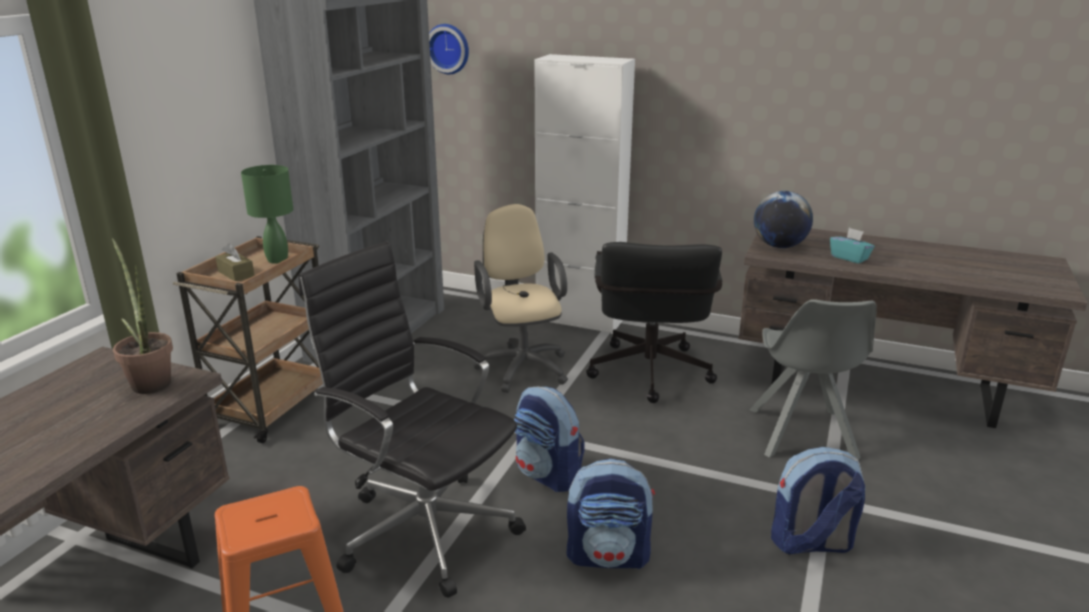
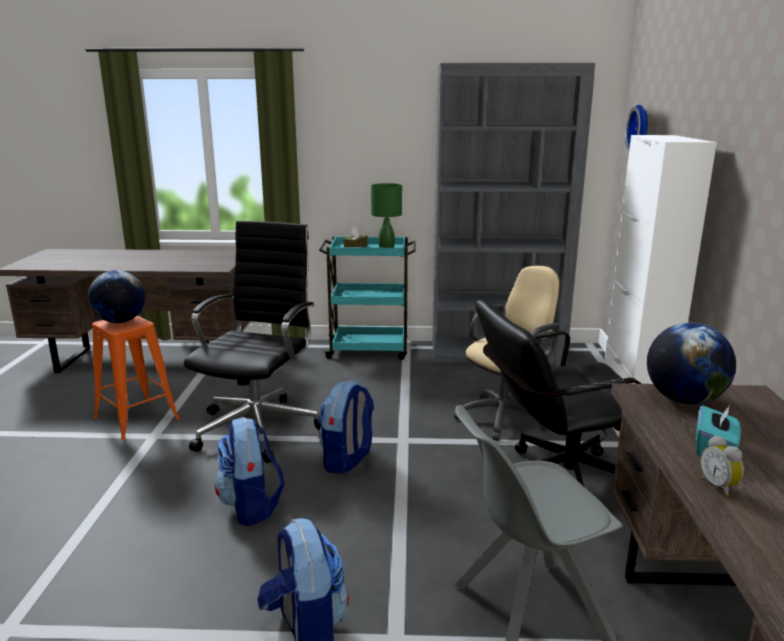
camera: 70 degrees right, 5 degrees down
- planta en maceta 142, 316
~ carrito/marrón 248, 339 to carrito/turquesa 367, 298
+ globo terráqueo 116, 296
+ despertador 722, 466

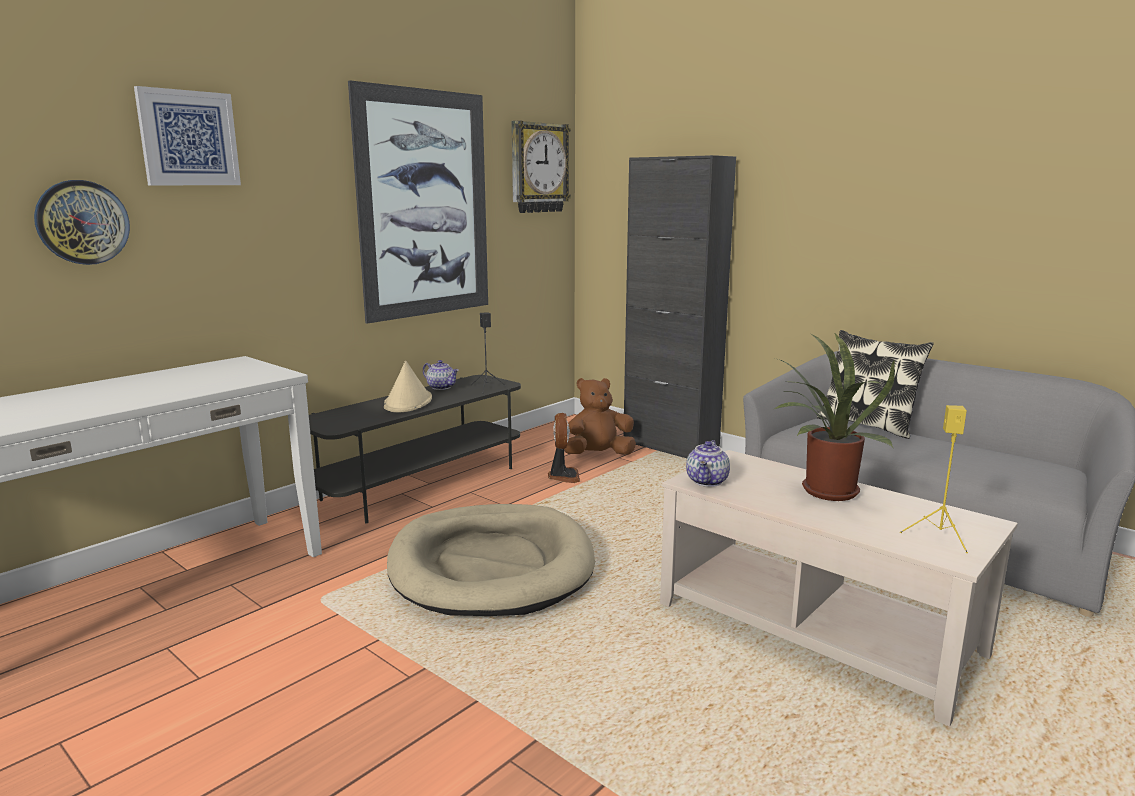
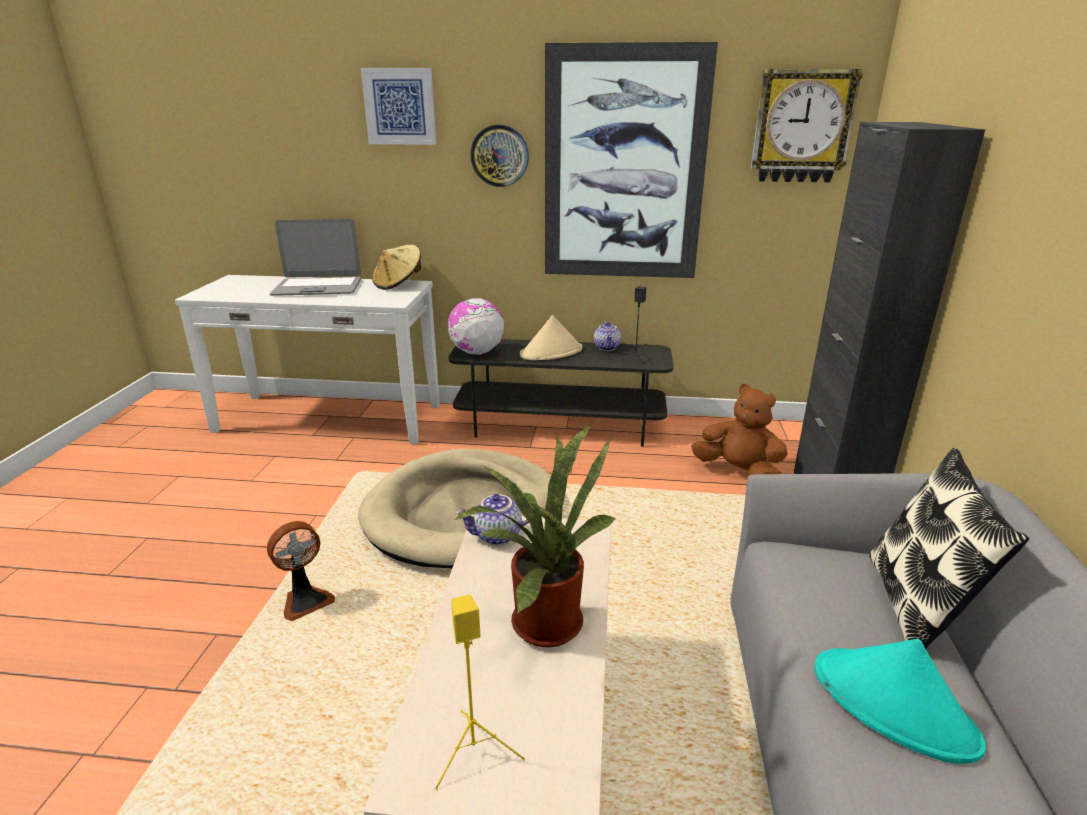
camera: 55 degrees right, 10 degrees up
~ reloj de pared 82, 222 to 499, 156
~ ventilador 564, 448 to 301, 571
+ portátil 315, 257
+ sombrero/beis 396, 267
+ globo terráqueo 475, 326
+ sombrero/turquesa 900, 701

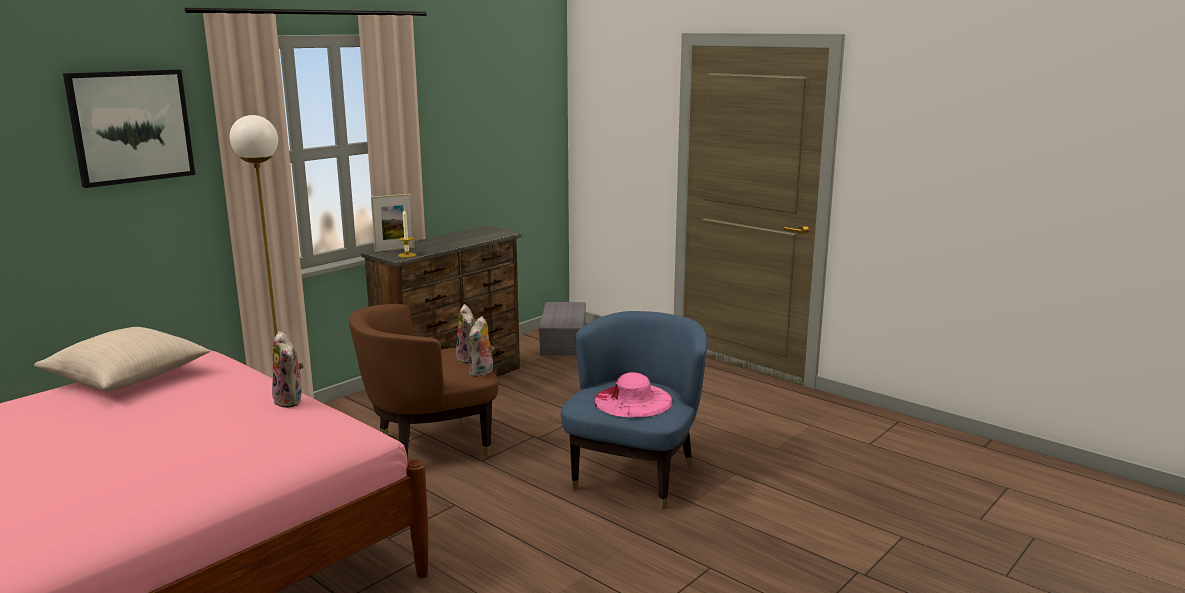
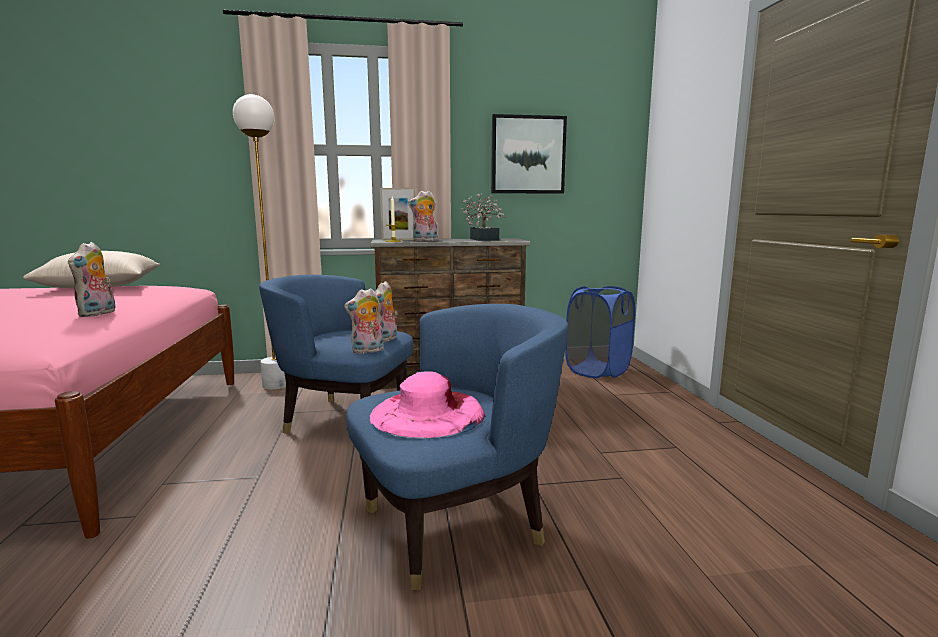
camera: 40 degrees right, 5 degrees down
~ cuadro 129, 128 to 529, 154
~ sillón/marrón 424, 380 to sillón/azul 336, 354
~ caja de almacenaje/gris 562, 329 to cesto de la ropa/azul 600, 332
+ peluche 423, 216
+ planta en maceta 483, 217

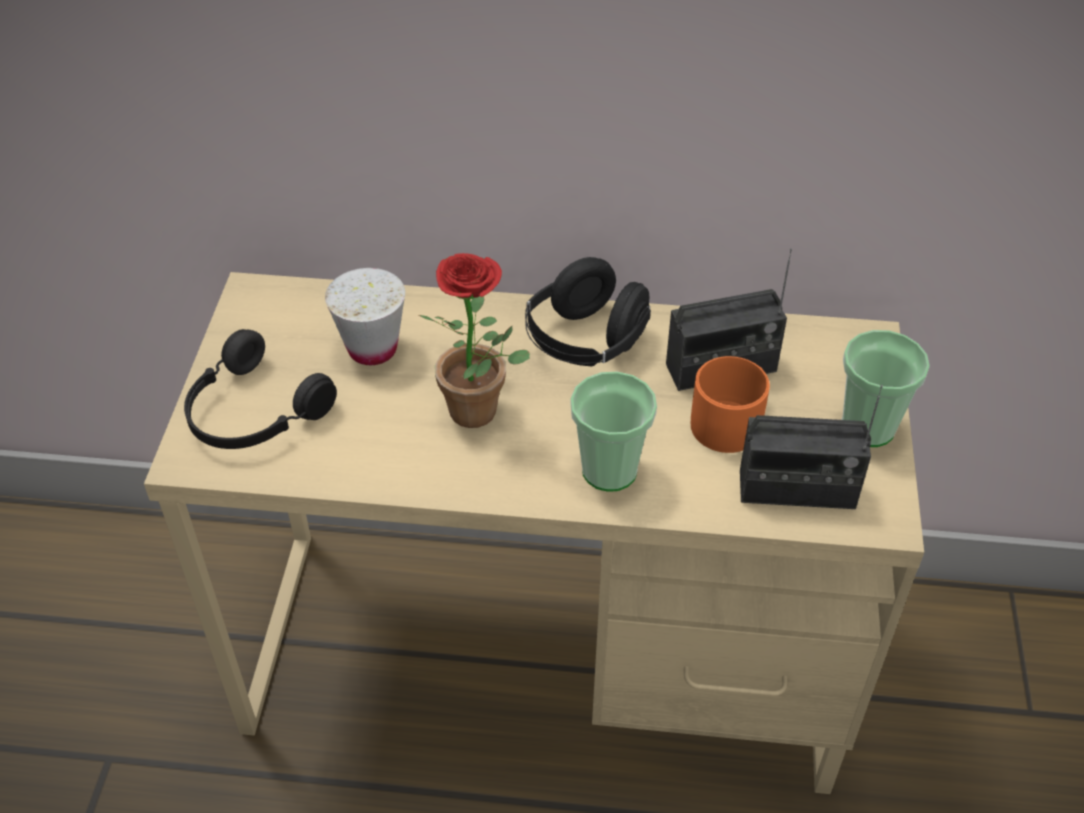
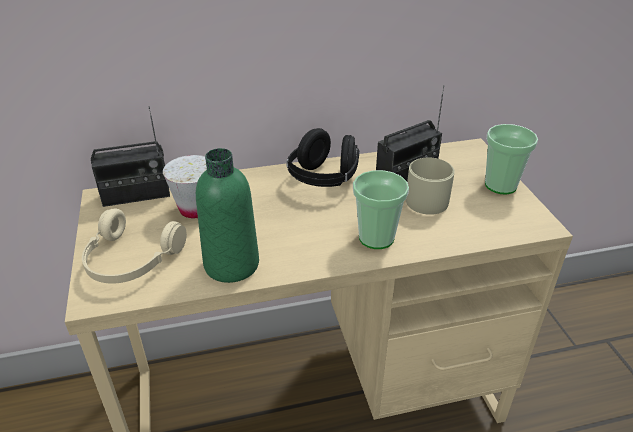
camera: 20 degrees left, 10 degrees down
~ auriculares/negro 260, 389 to auriculares/beis 134, 246
- planta en maceta 474, 340
~ taza grande/naranja 730, 404 to taza grande/beis 430, 186
~ radio 811, 447 to 130, 157
+ botella/verde 227, 215

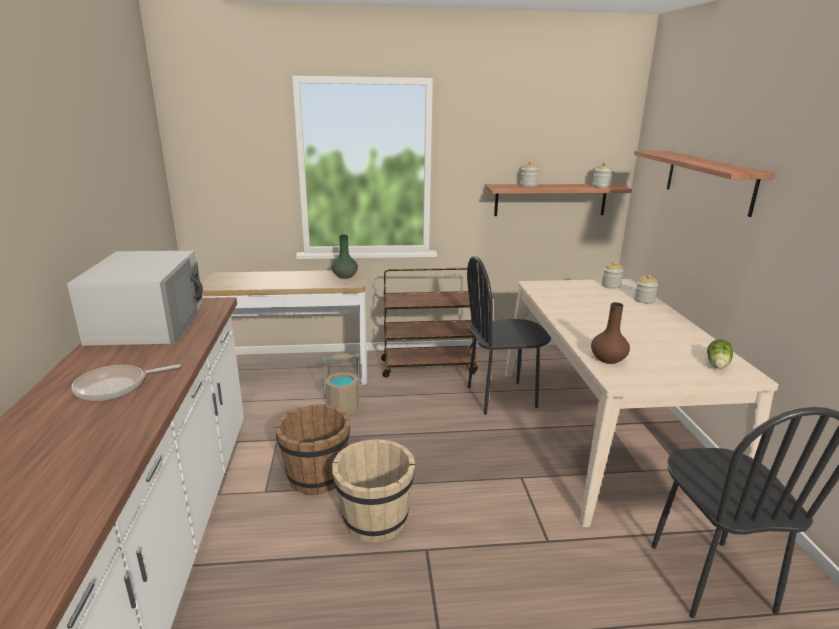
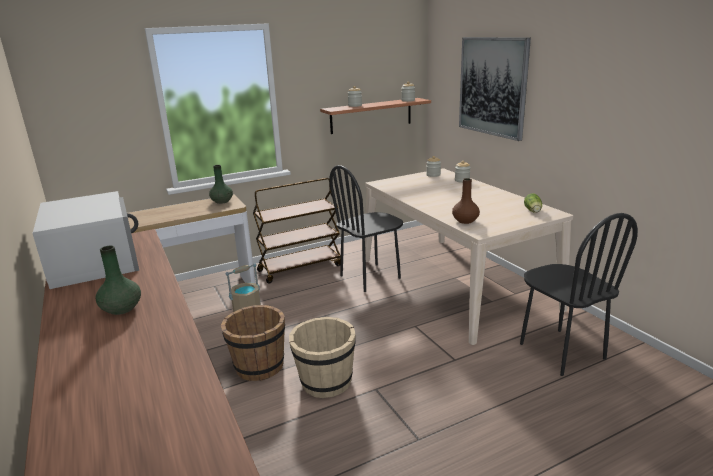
camera: 20 degrees left, 0 degrees up
~ sartén 126, 382 to florero/verde 118, 280
~ estante 704, 184 to cuadro 495, 89

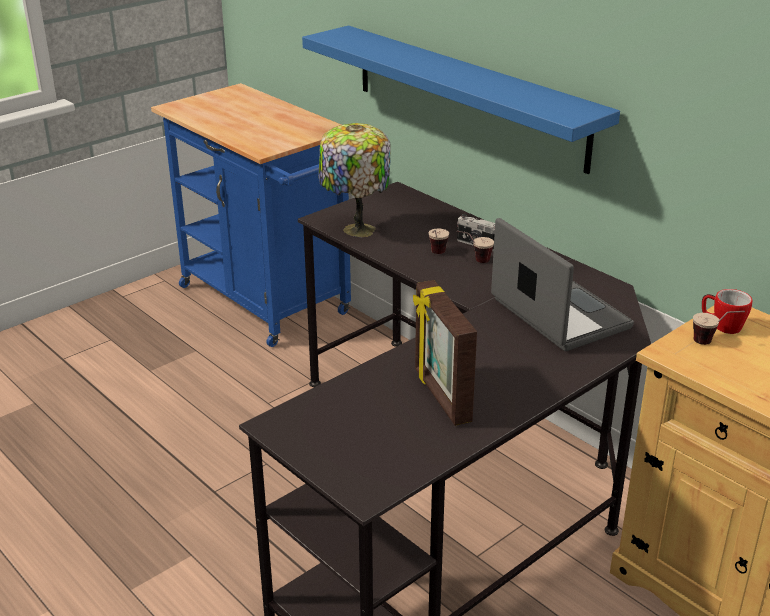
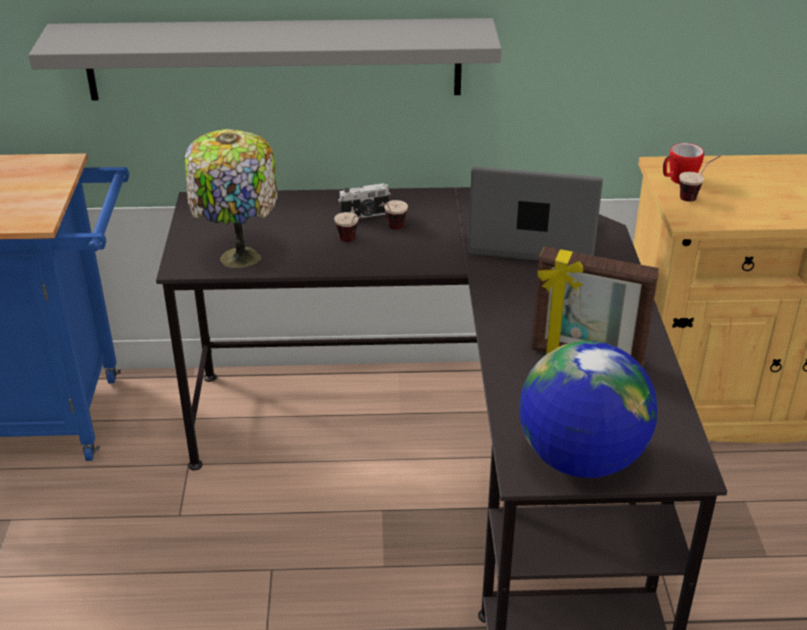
camera: 50 degrees left, 5 degrees up
~ estante/azul 461, 99 to estante/gris 265, 59
+ globo terráqueo 588, 409

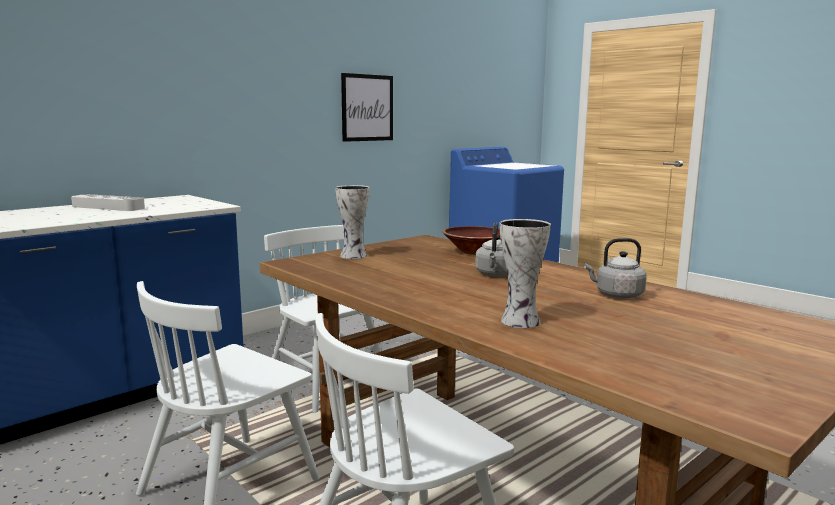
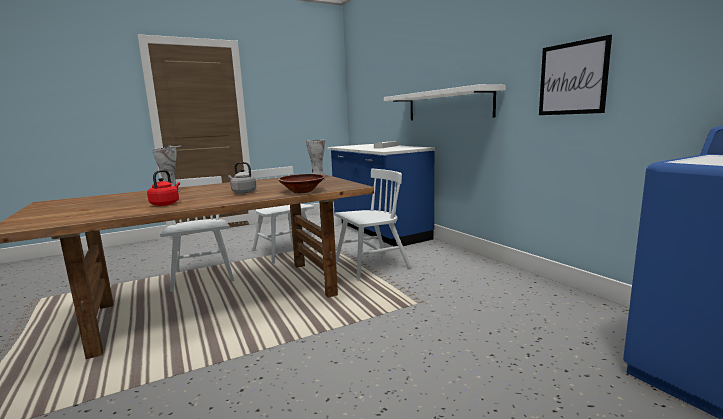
camera: 105 degrees right, 0 degrees up
~ hervidor/gris 615, 268 to hervidor/rojo 163, 188
+ estante/blanco 445, 102

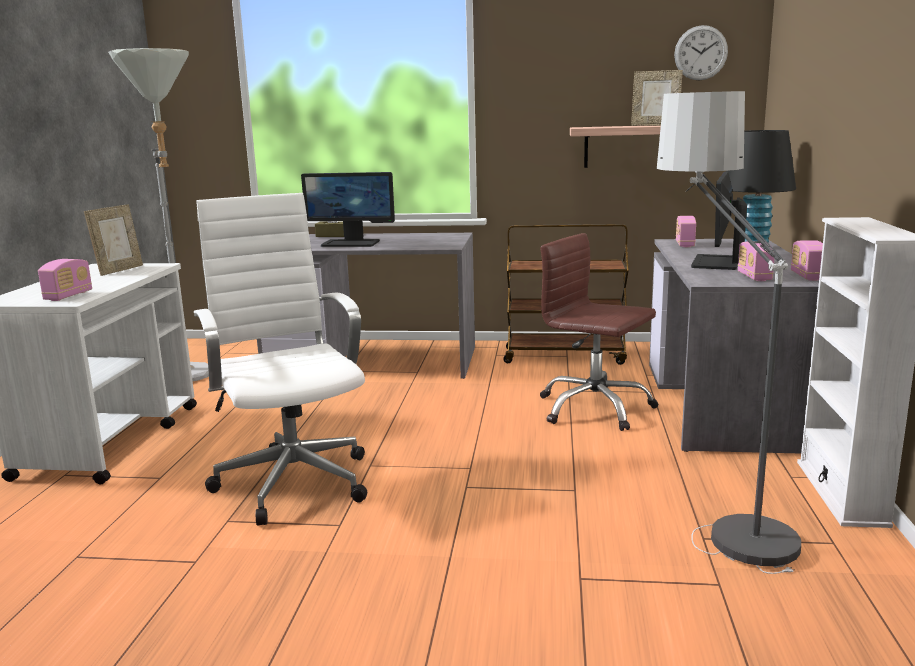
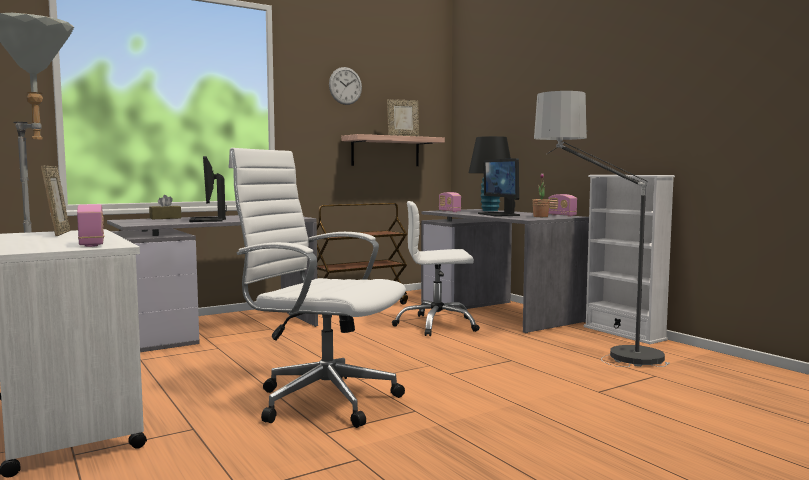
camera: 40 degrees left, 10 degrees down
~ monitor 348, 209 = 208, 189 105 degrees clockwise
~ silla de oficina/marrón 599, 332 to silla de oficina/blanco 436, 268
~ reloj de pared 701, 52 to 345, 86
~ radio 756, 261 to planta en maceta 541, 195

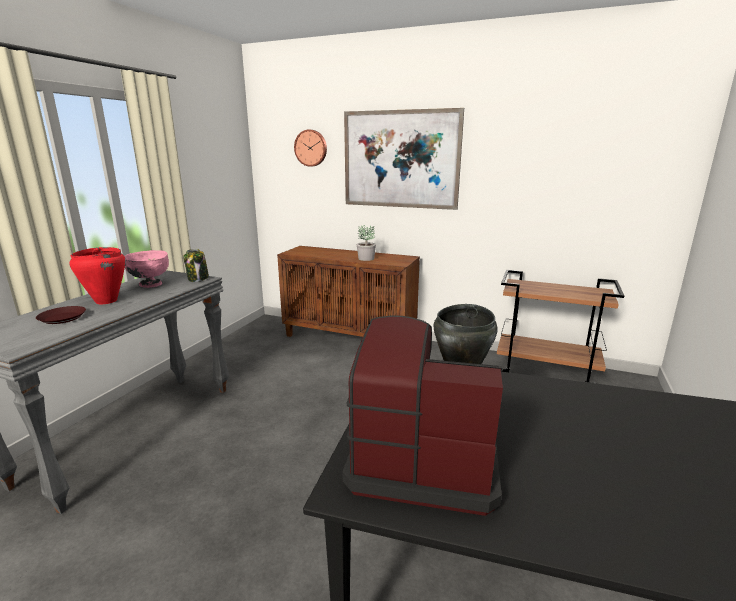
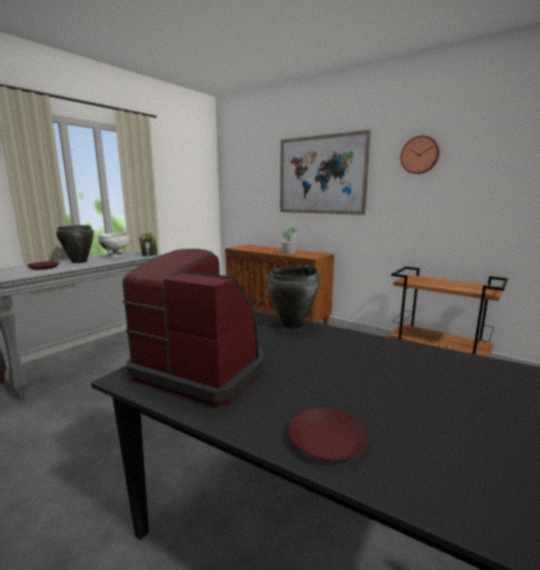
camera: 15 degrees right, 5 degrees down
~ olla/rojo 97, 275 to olla/negro 75, 244
~ cuenco/rosa 147, 269 to cuenco/blanco 114, 245
~ reloj de pared 310, 148 to 420, 154
+ plato/marrón 329, 434

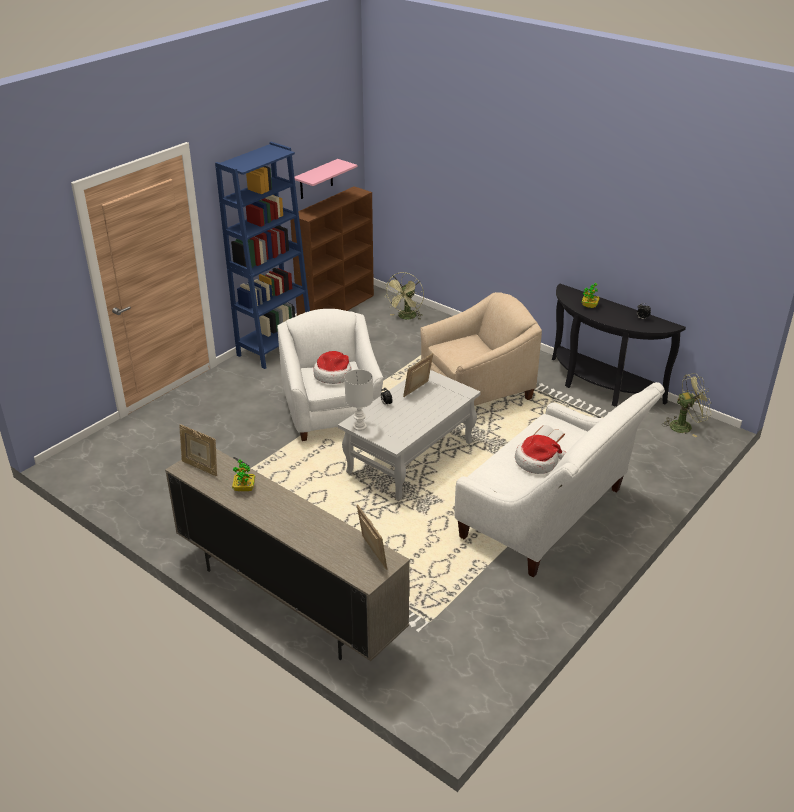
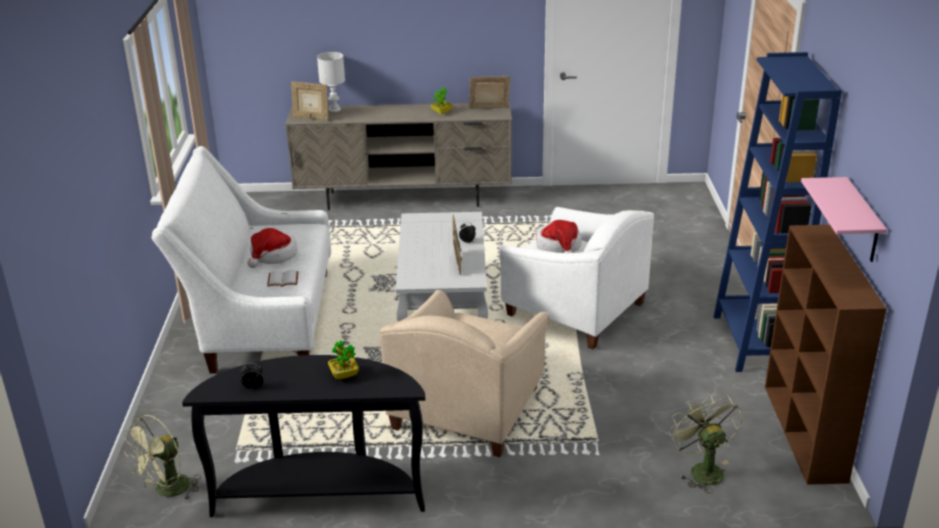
camera: 140 degrees right, 5 degrees down
~ lámpara de mesa/blanco 358, 400 to 331, 82

